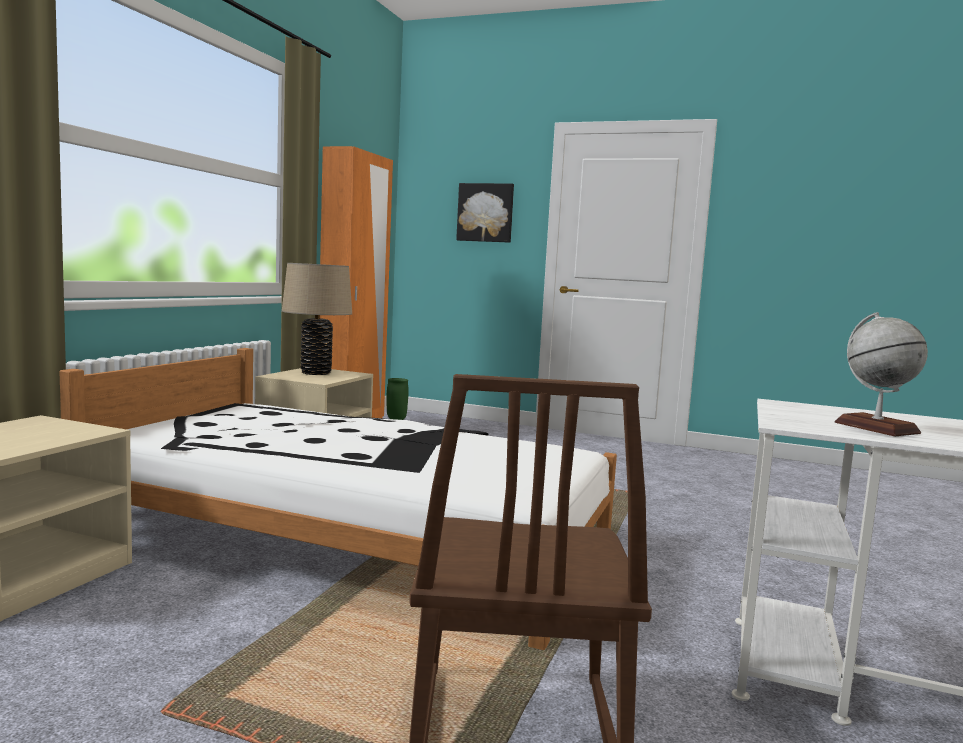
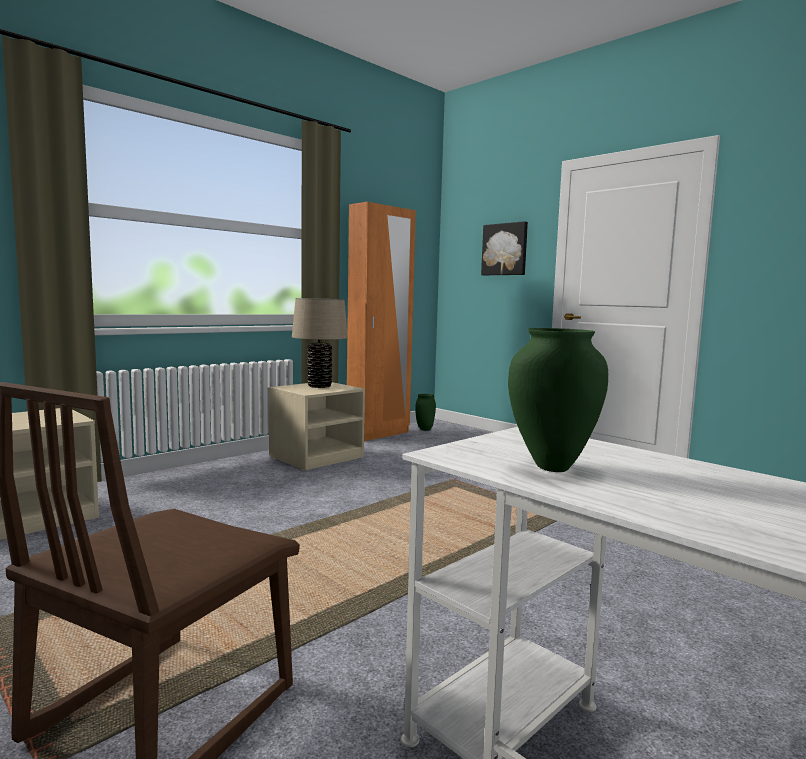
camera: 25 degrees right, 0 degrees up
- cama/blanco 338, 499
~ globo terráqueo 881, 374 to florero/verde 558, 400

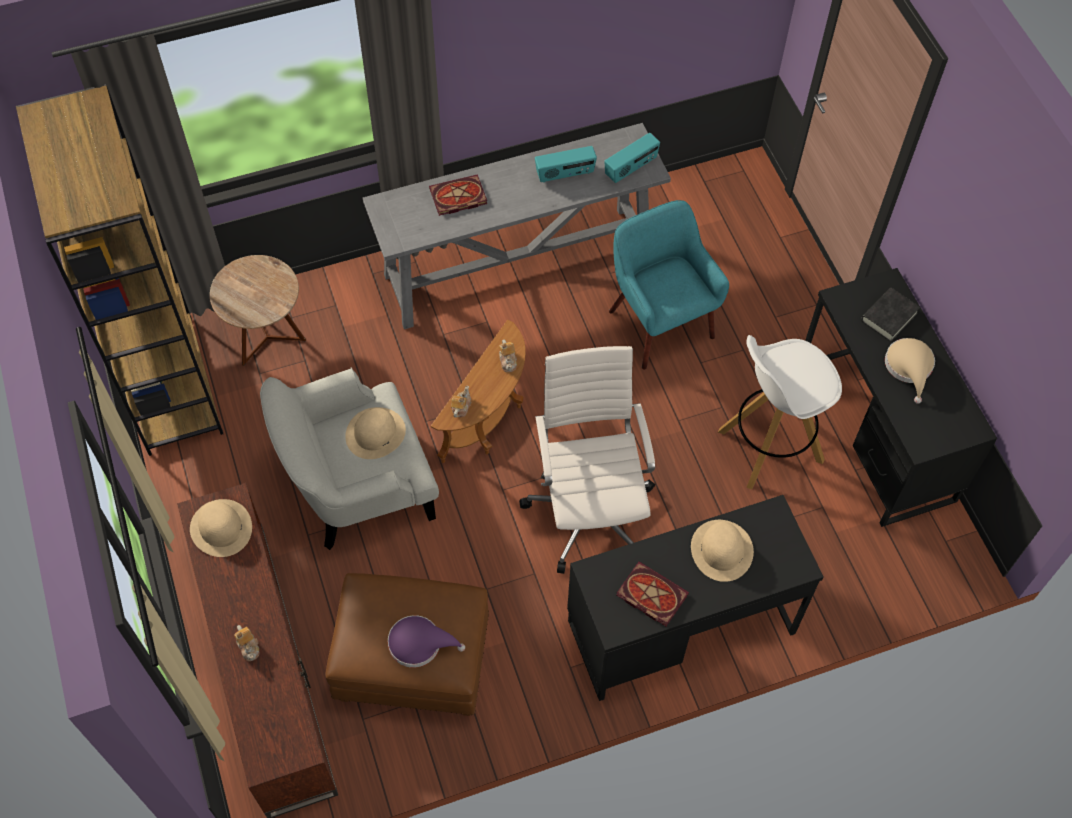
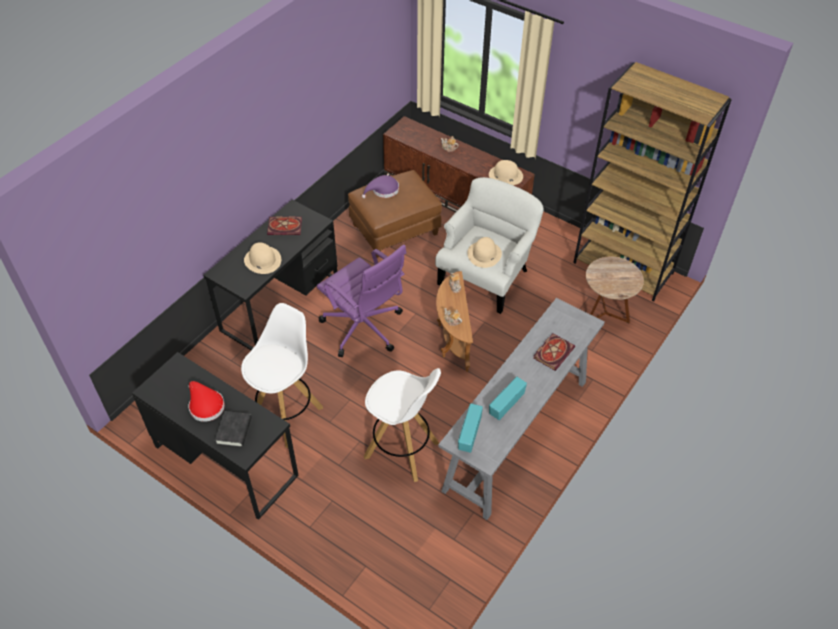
camera: 145 degrees right, 10 degrees down
~ silla de oficina/blanco 587, 460 to silla de oficina/morado 361, 300
~ sillón/turquesa 669, 285 to taburete/blanco 402, 425
~ sombrero/beis 910, 371 to sombrero/rojo 206, 401

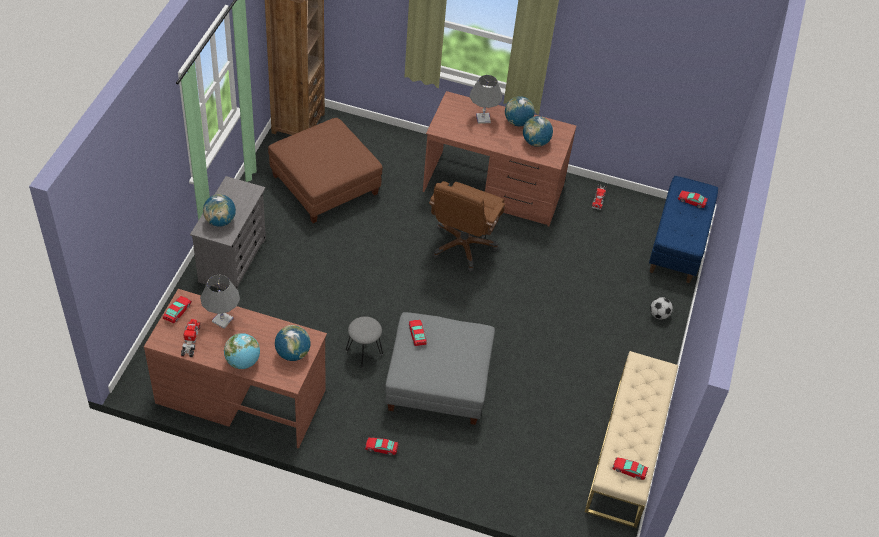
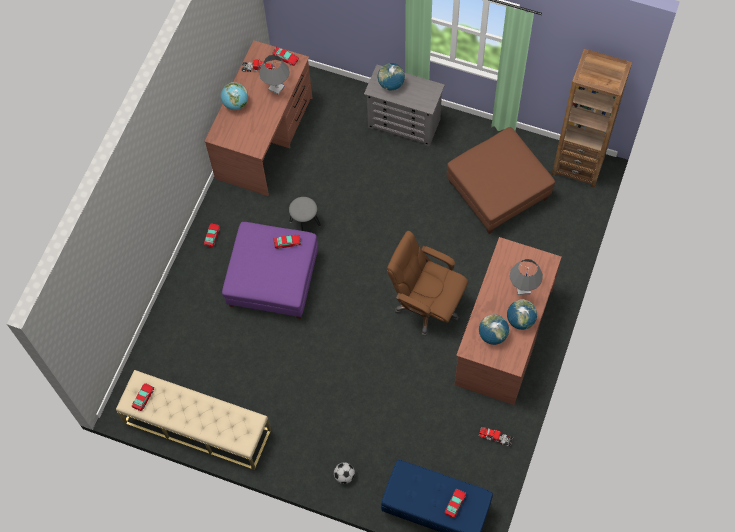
camera: 100 degrees right, 15 degrees up
- globo terráqueo 293, 343
~ puf/gris 440, 368 to puf/morado 270, 270

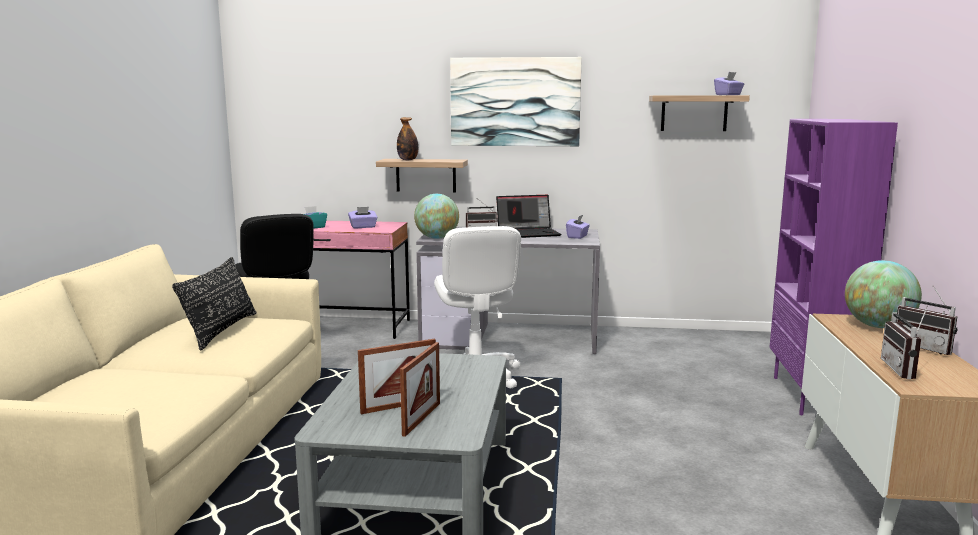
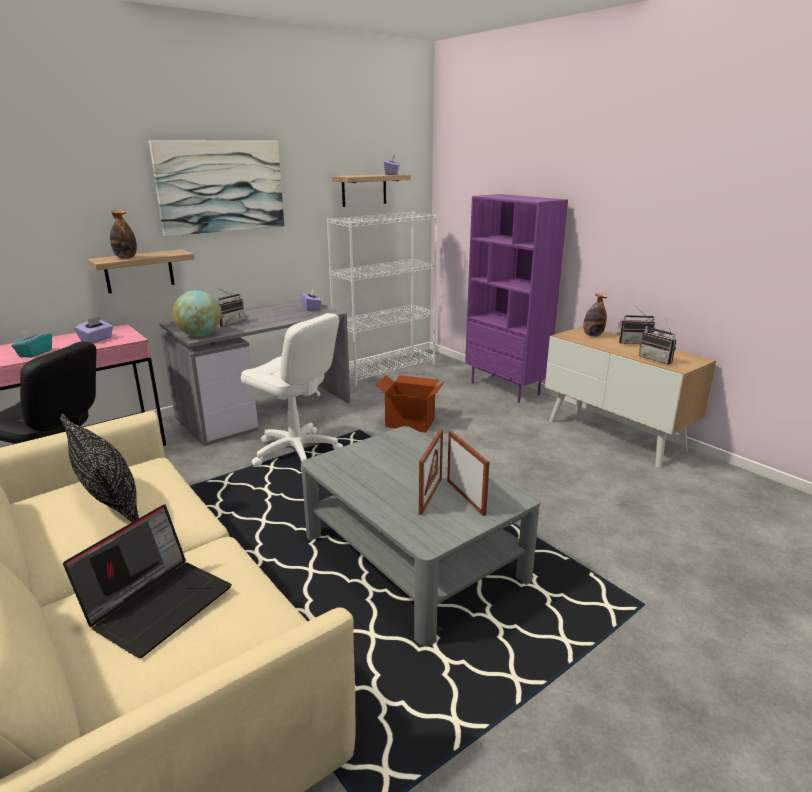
camera: 45 degrees left, 10 degrees up
~ portátil 528, 216 to 147, 581
~ globo terráqueo 883, 294 to botella 595, 314
+ estantería/blanco 382, 298
+ caja de cartón 410, 404

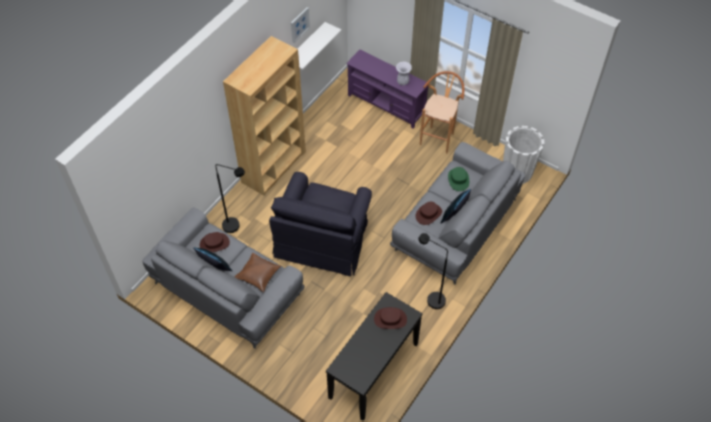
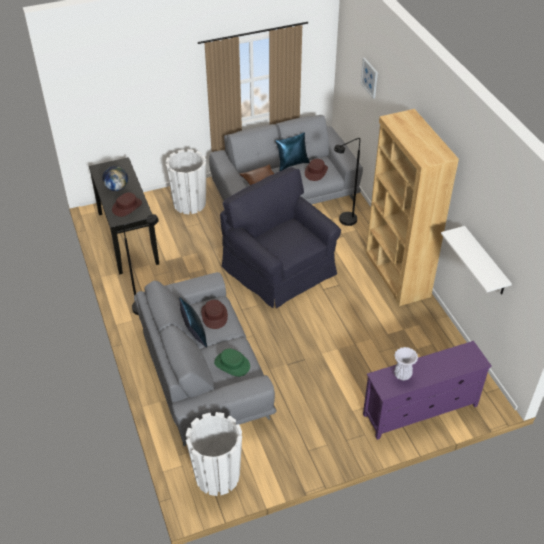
camera: 125 degrees right, 10 degrees down
~ cuadro 300, 25 to 369, 78
- taburete/marrón 442, 112
+ globo terráqueo 115, 178
+ maceta/blanco 185, 181

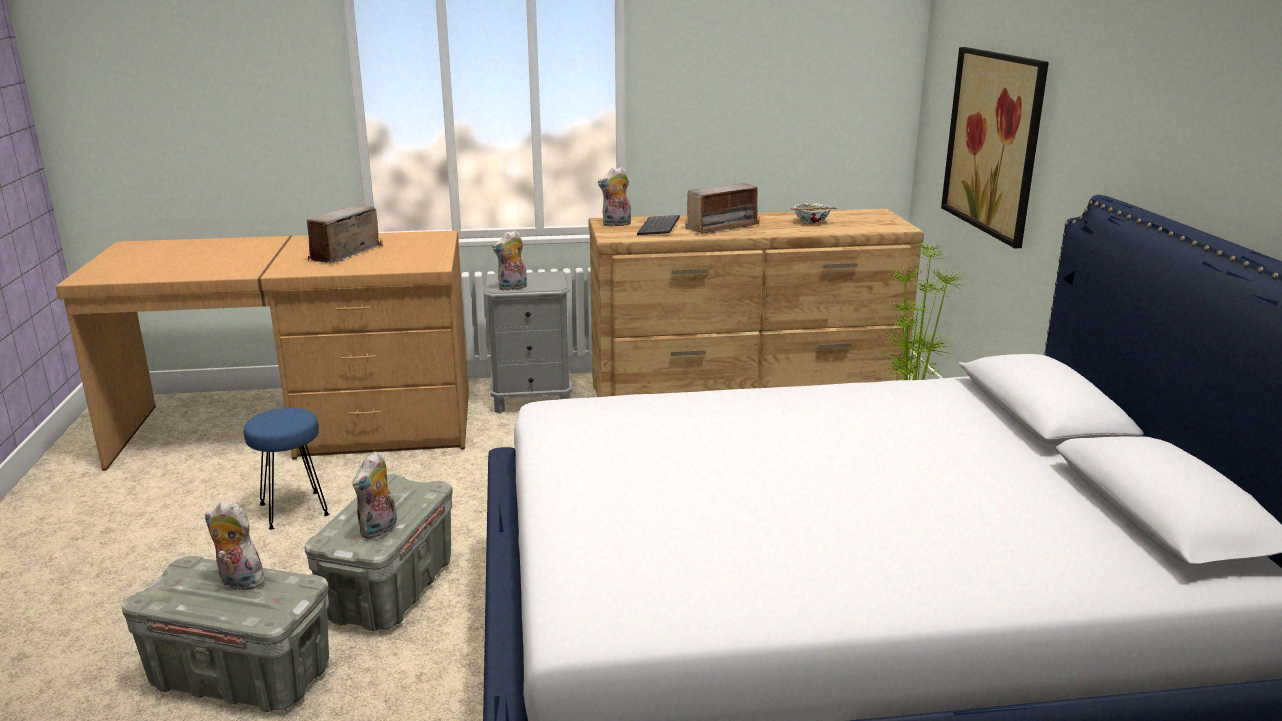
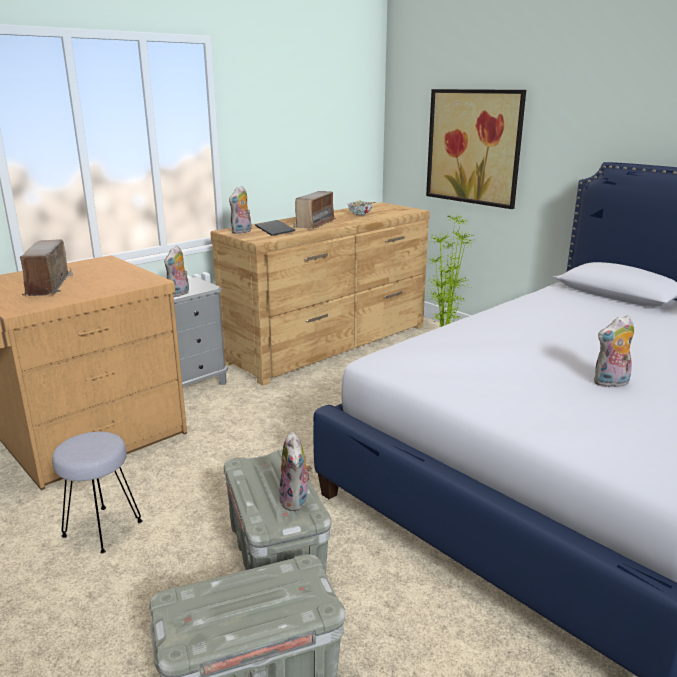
camera: 35 degrees left, 0 degrees up
~ peluche 236, 545 to 614, 352
~ taburete/azul 286, 469 to taburete/gris 97, 492

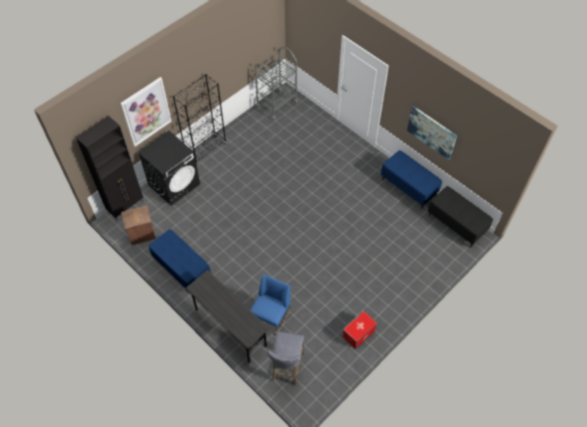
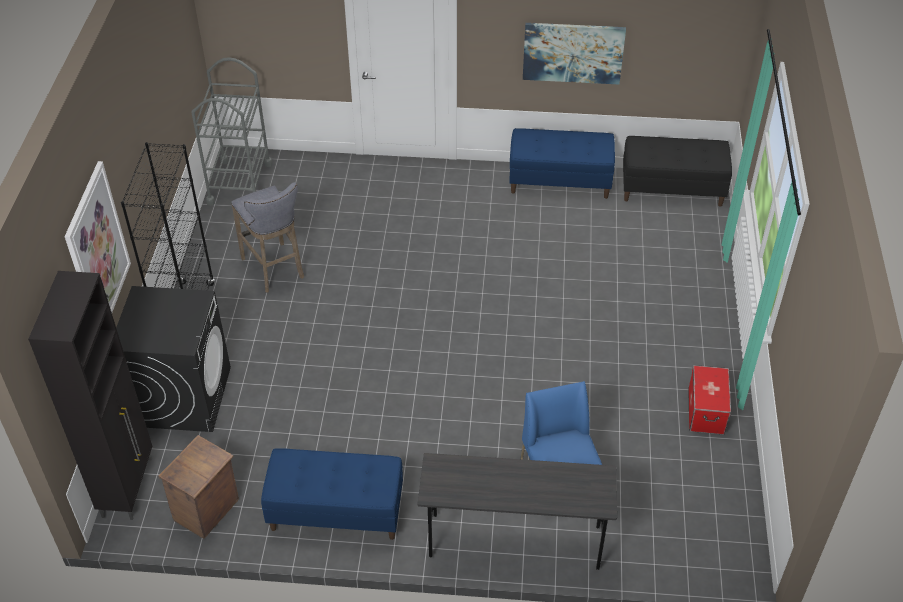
camera: 40 degrees left, 10 degrees down
~ taburete/gris 286, 358 to 267, 237

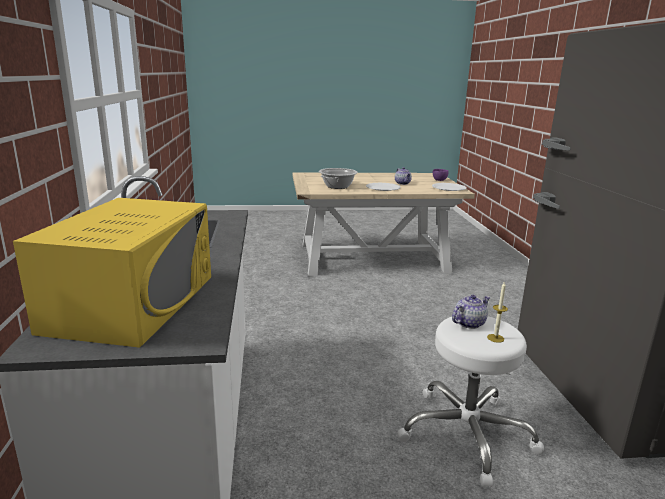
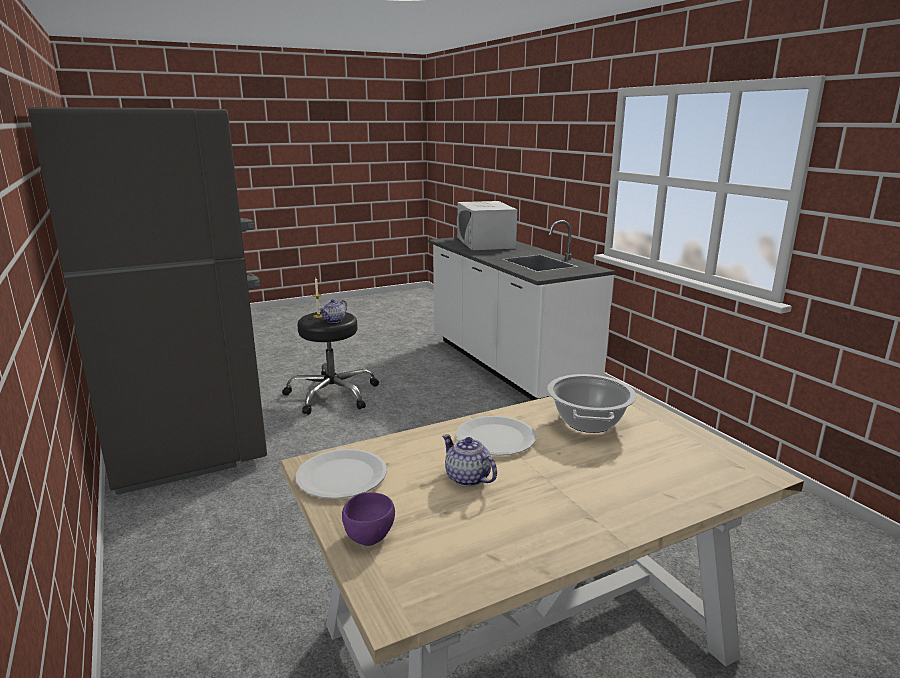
camera: 160 degrees right, 0 degrees up
~ microondas/amarillo 112, 273 to microondas/blanco 487, 225
~ taburete/blanco 470, 401 to taburete/negro 330, 363

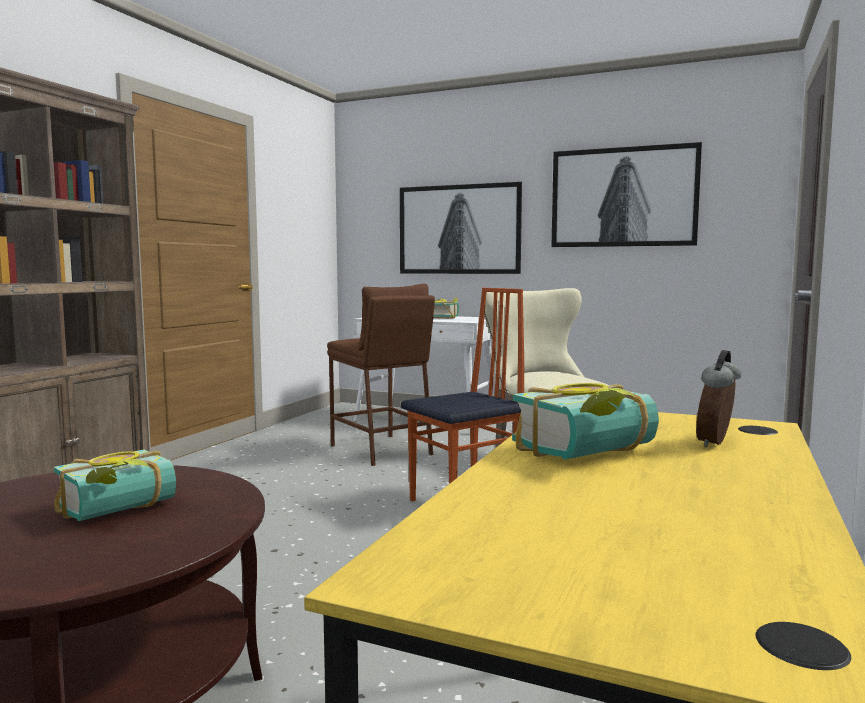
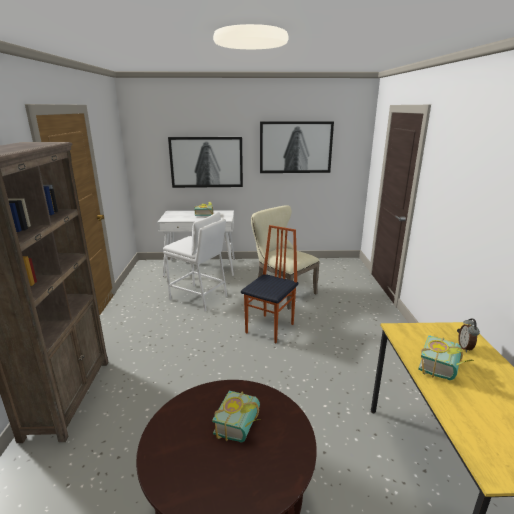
camera: 25 degrees left, 15 degrees up
~ taburete/marrón 381, 375 to taburete/blanco 195, 262

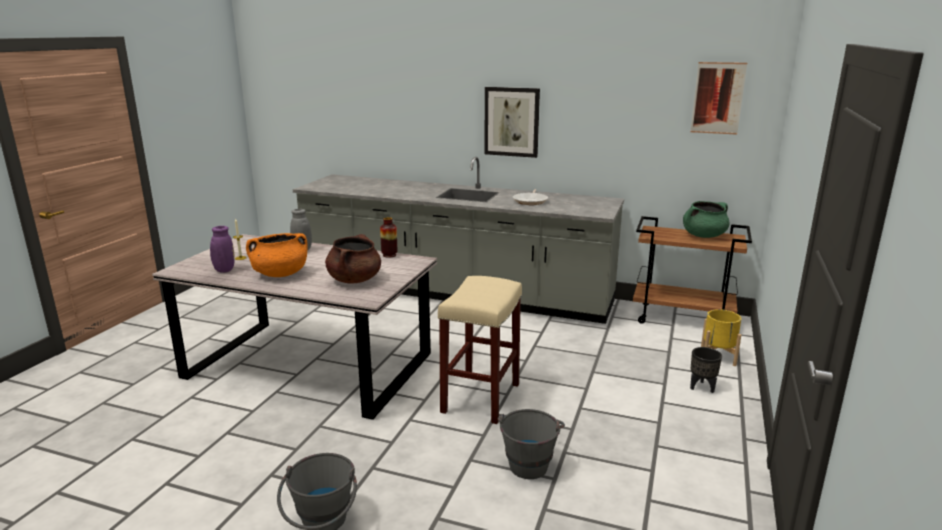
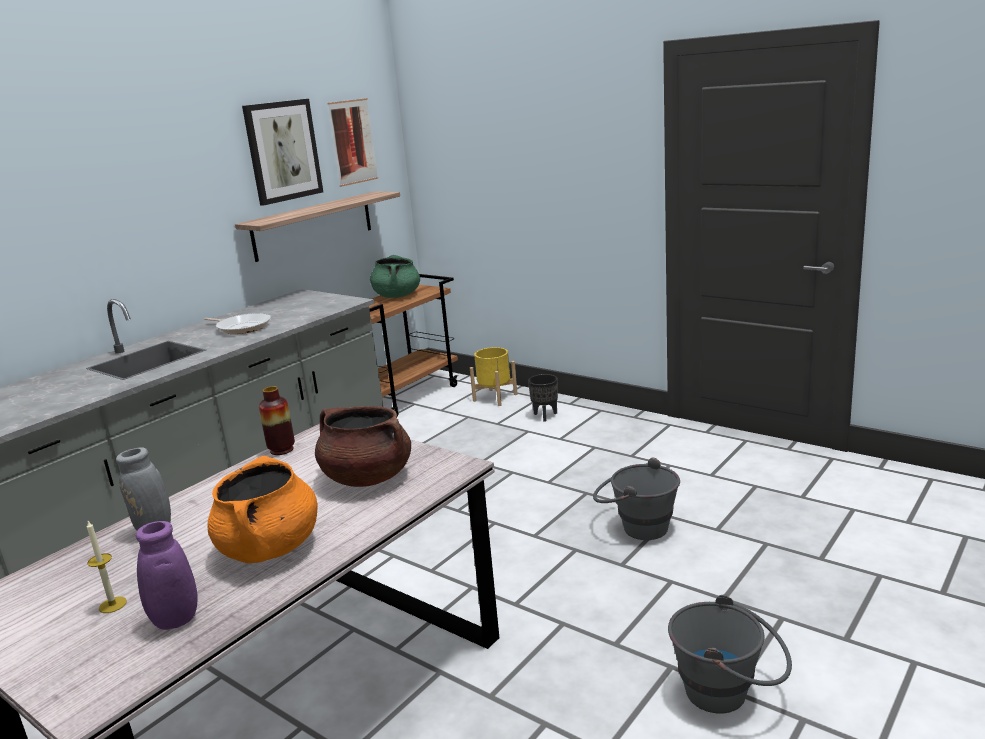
camera: 70 degrees left, 0 degrees up
- taburete/beis 480, 350
~ cuadro 512, 122 to 282, 152
+ estante 317, 226

